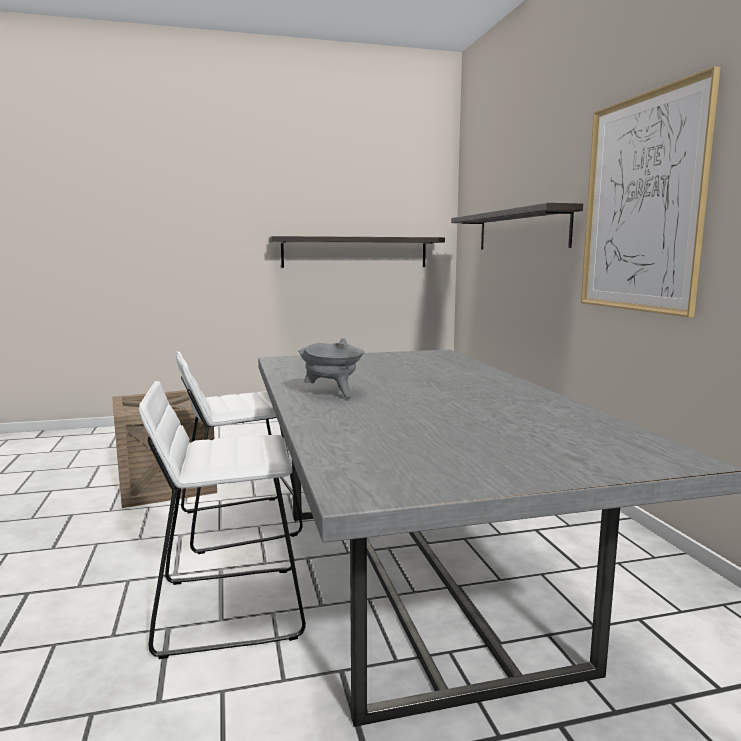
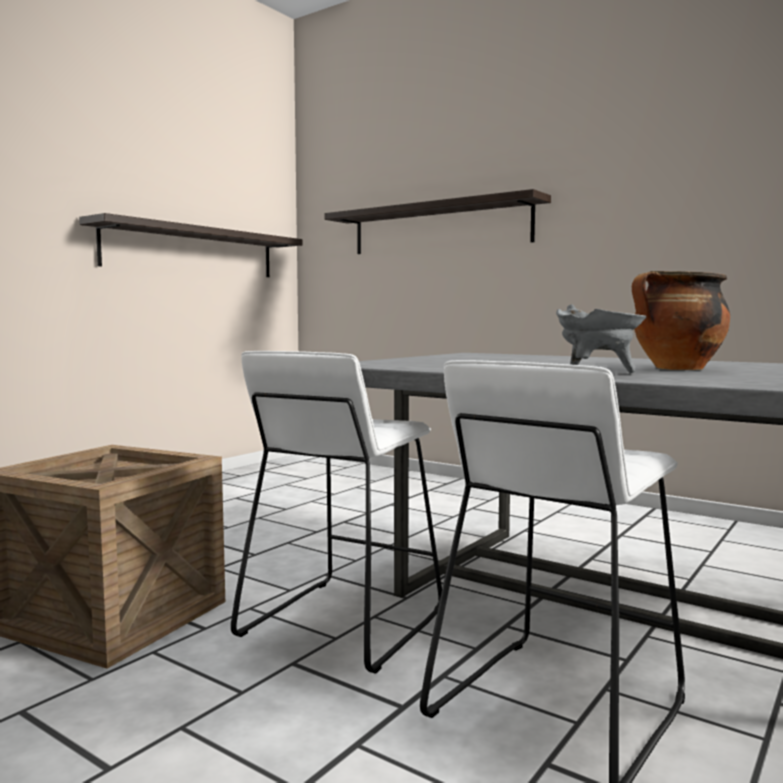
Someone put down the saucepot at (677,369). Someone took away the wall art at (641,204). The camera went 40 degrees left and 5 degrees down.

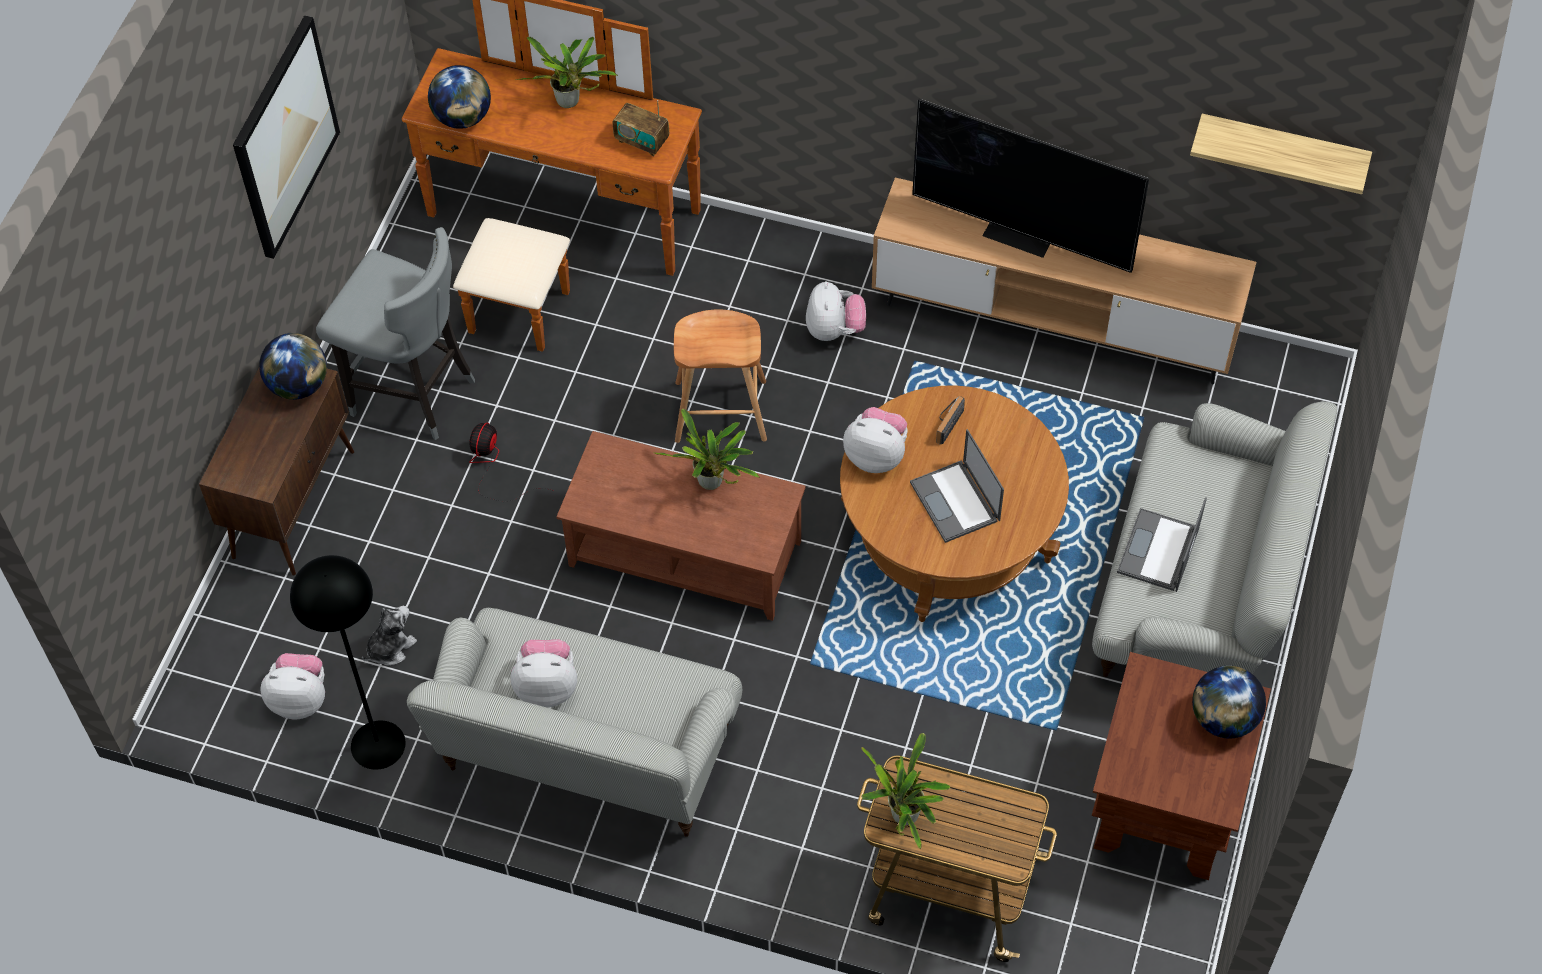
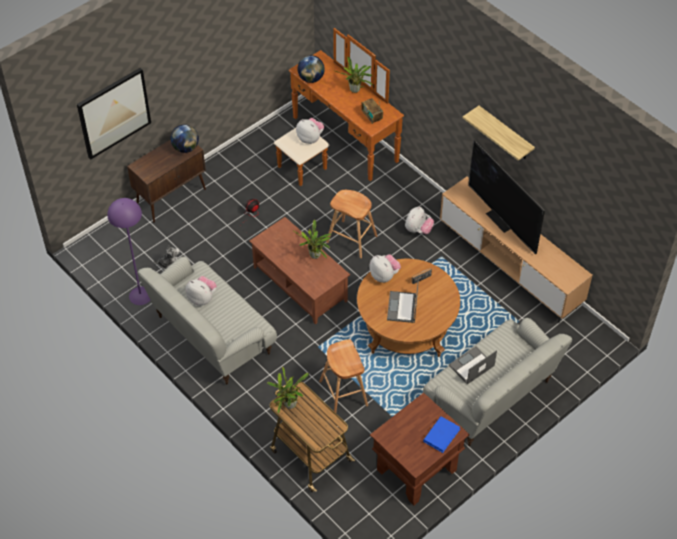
Someone carried the wall art from (284,137) to (114,112). Someone repainted the standard lamp/blackish at (377,745), which became the standard lamp/purplish at (140,295). Someone carried the soft toy from (300,699) to (310,138). Someone put down the stool seat/brown at (343,393). Someone swapped the desk globe at (1223,719) for the book/bluish at (441,435). Someone carried the bracket shelf from (1282,149) to (505,134). Someone took away the stool seat/greyish at (412,393). The camera went 30 degrees right and 5 degrees down.

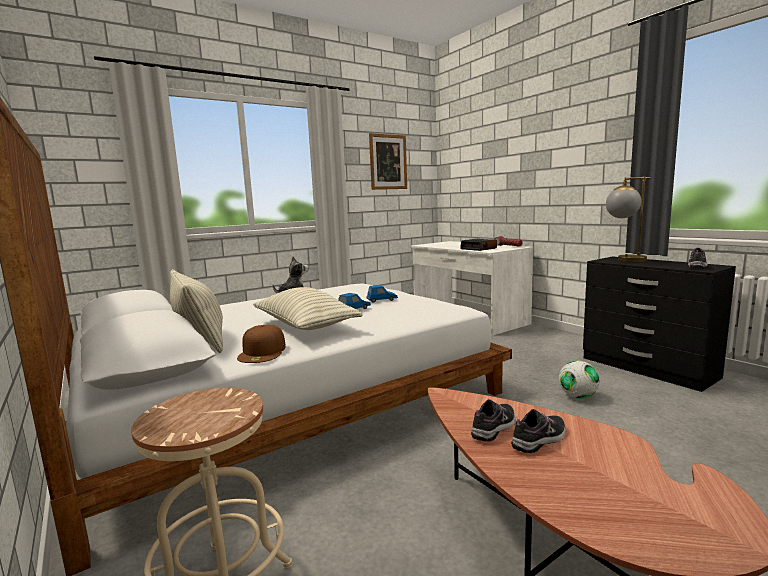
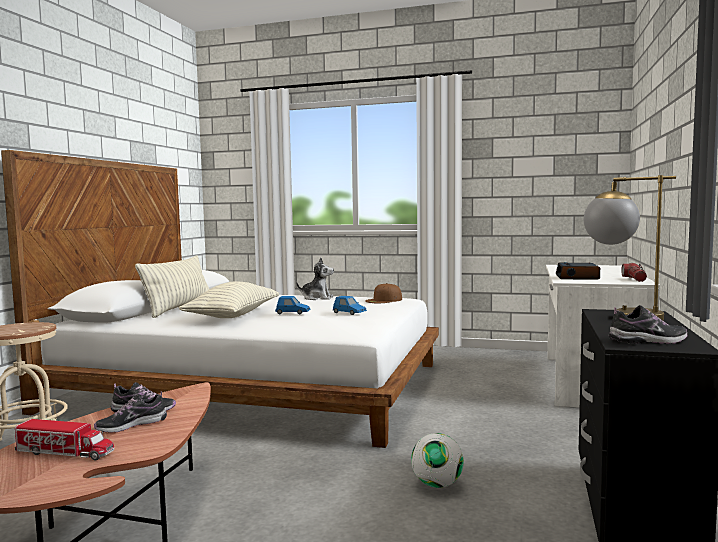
Someone put down the model truck at (65,452). Someone rotated the shoe at (540,439) by 135 degrees clockwise. Someone carried the cap/brown from (263,352) to (383,300). Someone took away the wall art at (388,162). The camera went 50 degrees right and 5 degrees down.

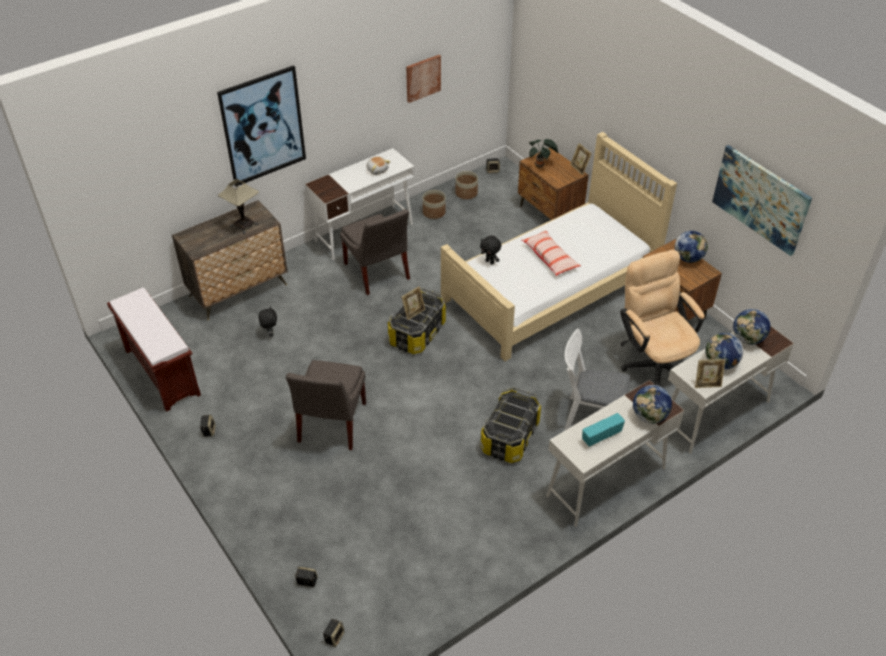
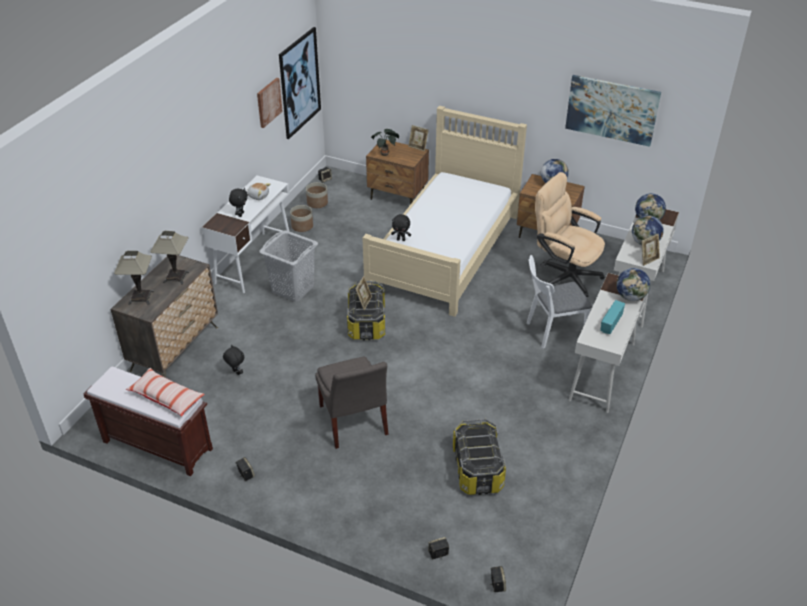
Someone put down the table lamp at (141,297). Someone carried the cushion from (550,258) to (166,397). Someone put down the soft toy/blackish at (240,214). Someone swapped the upright chair/greyish at (377,273) for the laundry basket/greyish at (293,289). Someone carried the wall art from (263,126) to (299,83). Someone carried the storage container from (510,437) to (478,469). The camera went 30 degrees left and 5 degrees down.

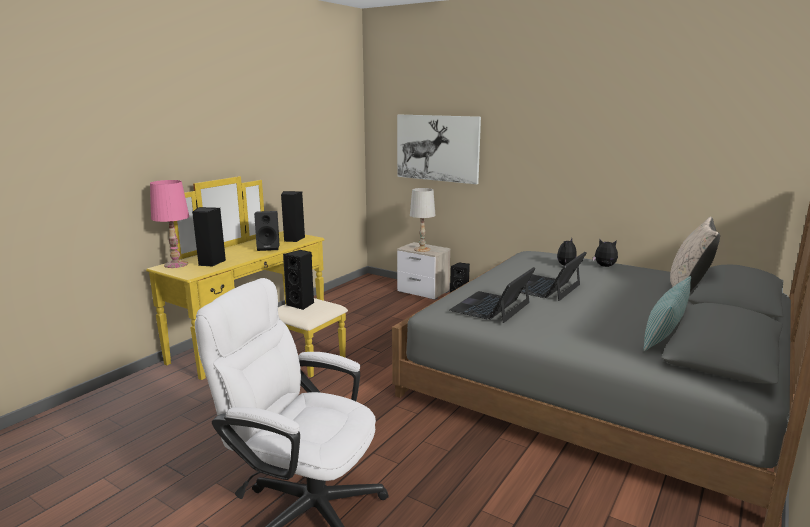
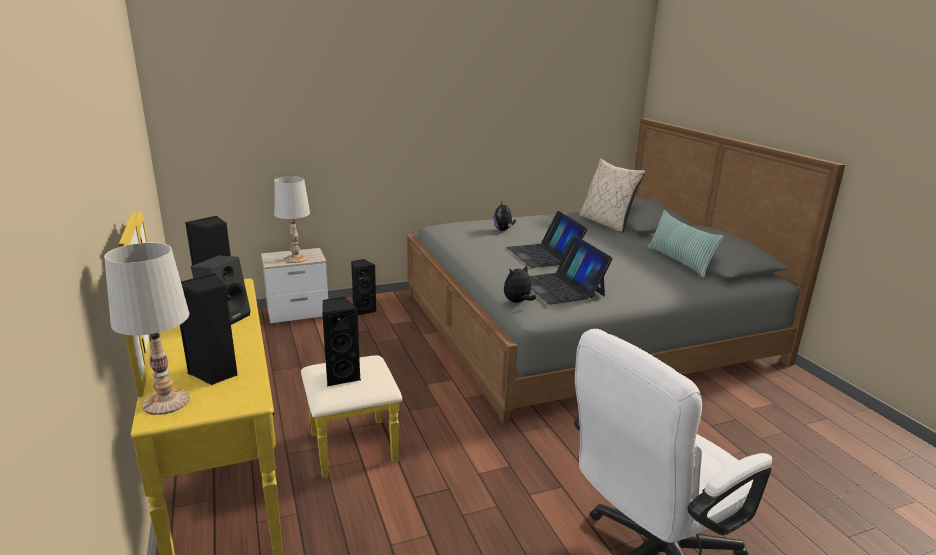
Someone repainted the table lamp/pink-coloured at (176,264), which became the table lamp/white-coloured at (166,402). Someone carried the soft toy from (605,266) to (518,302). Someone took away the wall art at (437,148). The camera went 55 degrees left and 5 degrees up.

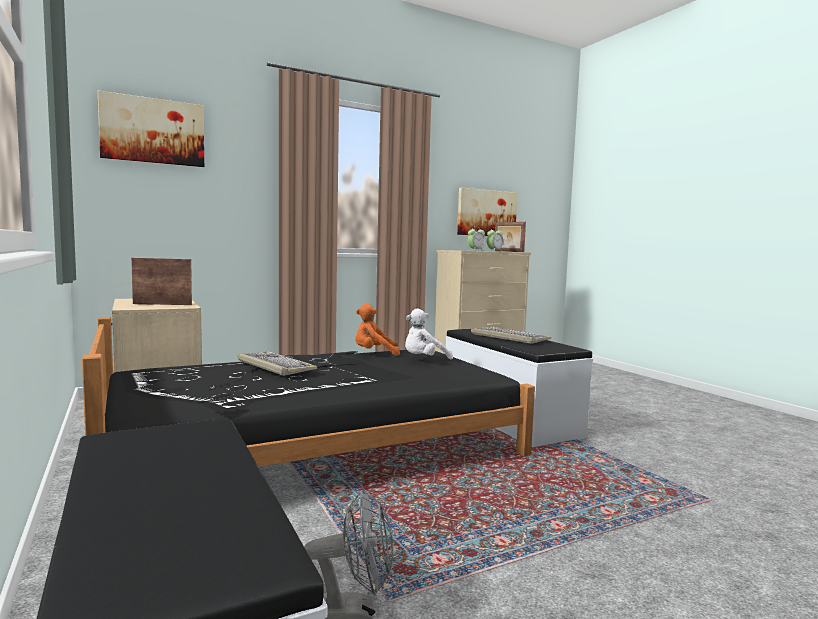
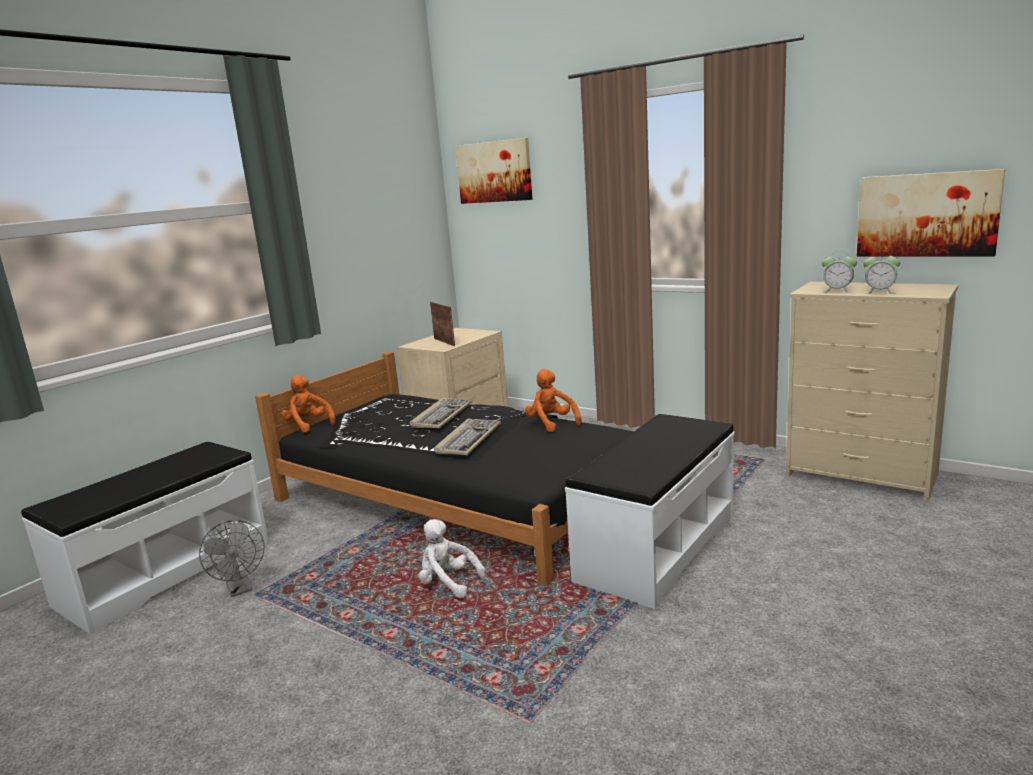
Someone put down the soft toy/orange-coloured at (308,425). Someone carried the soft toy/white-coloured from (424,360) to (448,583). Someone carried the keyboard from (508,337) to (468,439). Someone took away the picture frame at (508,251). The camera went 65 degrees right and 10 degrees up.

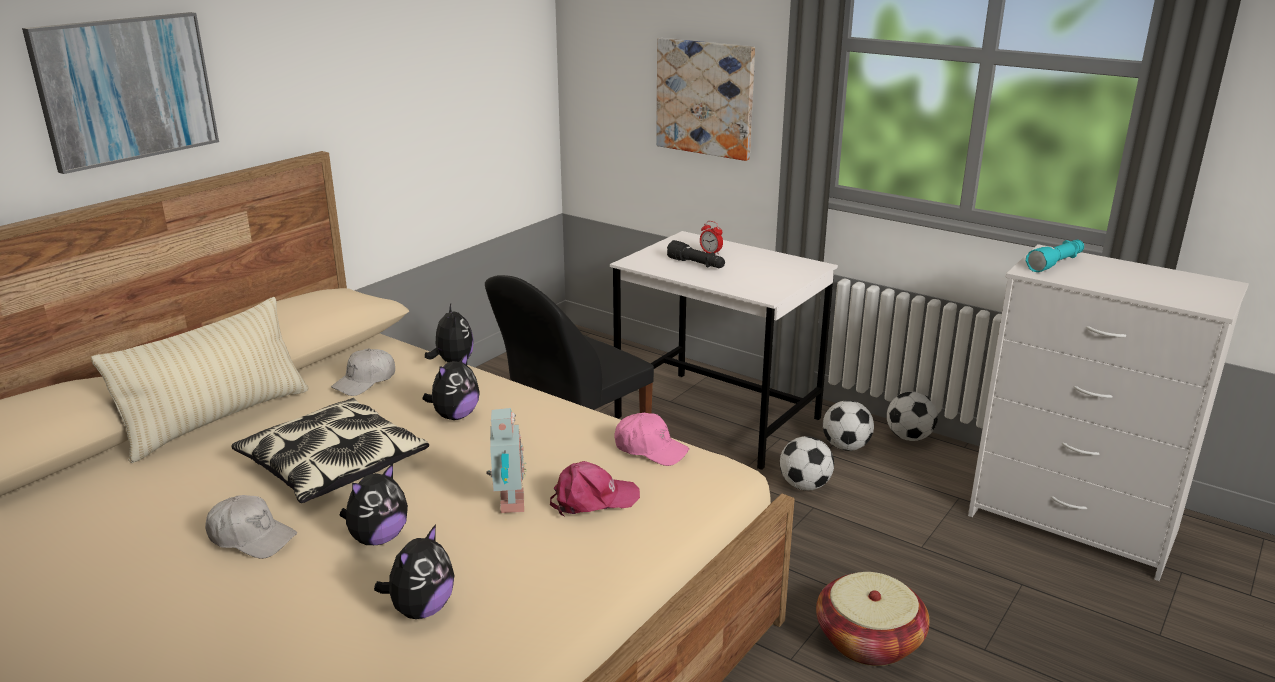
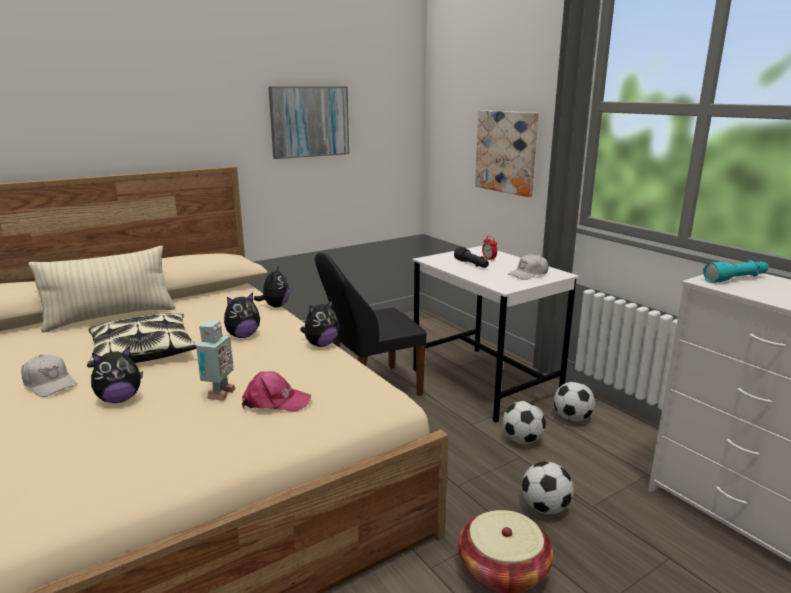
Someone carried the wall art from (126,89) to (309,121). Someone carried the soft toy from (421,609) to (321,344). Someone carried the cap/white-coloured from (365,381) to (528,274). Someone carried the ball for football from (909,437) to (545,508). Someone took away the cap/pink-coloured at (650,449). The camera went 20 degrees right and 5 degrees down.

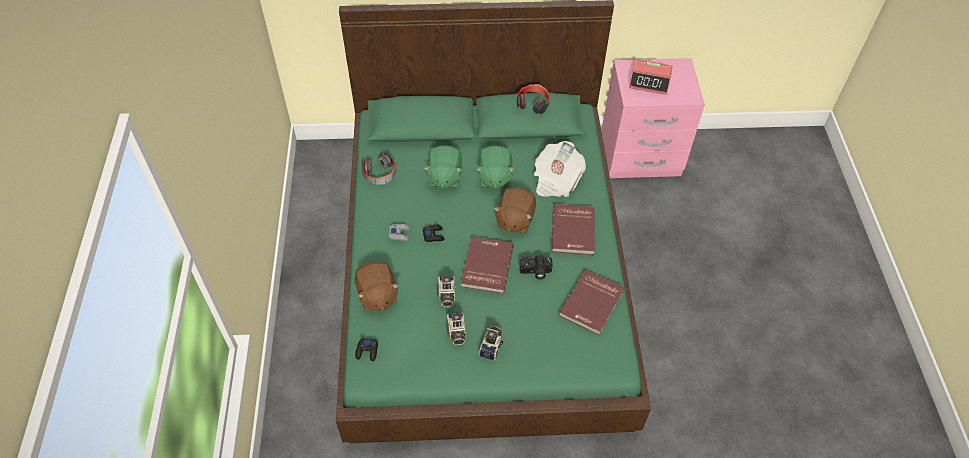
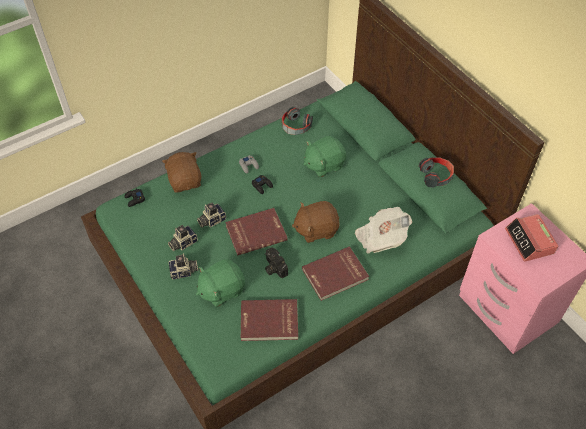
Someone rotated the soft toy/brown at (377,295) by 120 degrees clockwise. Someone carried the soft toy/green from (494,177) to (221,290). The camera went 60 degrees right and 0 degrees up.

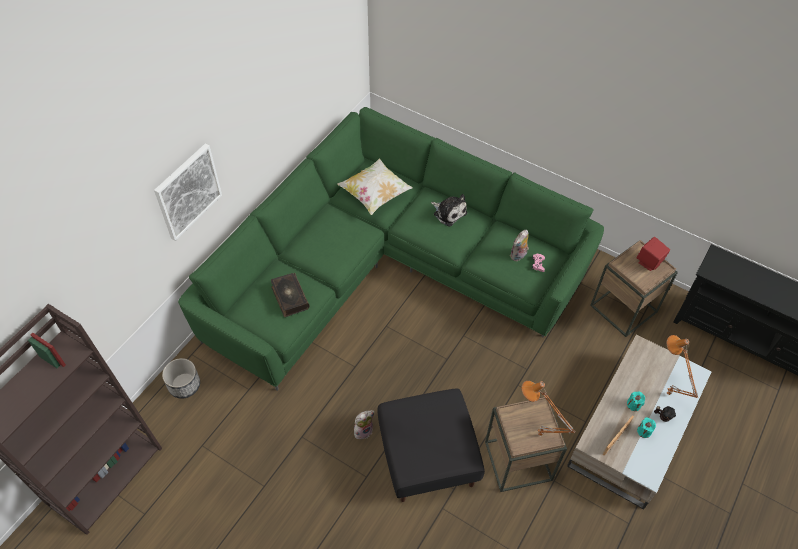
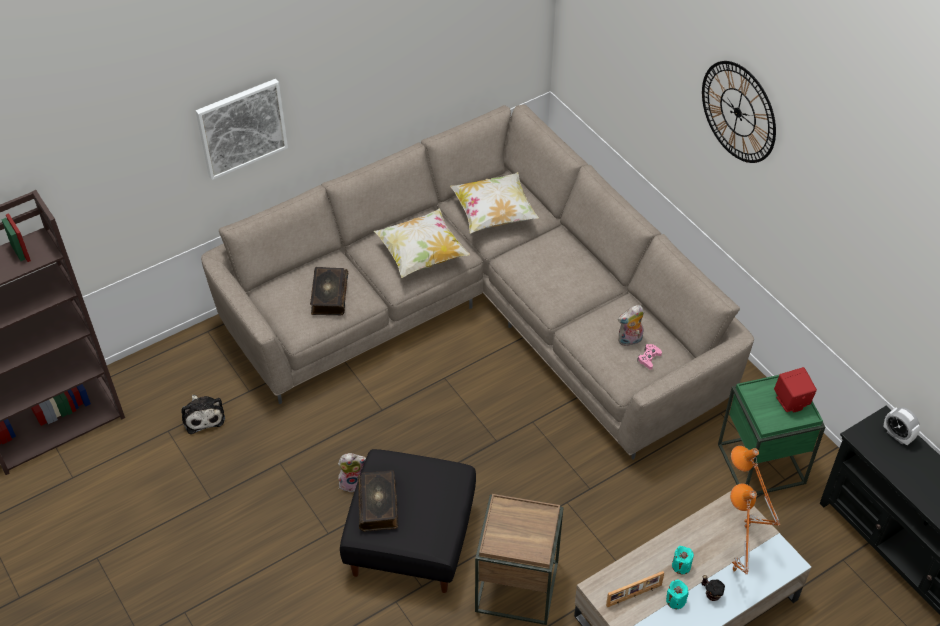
Someone carried the soft toy from (448,212) to (203,416). Someone repainted the settee/green at (387,268), which became the settee/sand-coloured at (482,313). Someone put down the book at (378,505). Someone put down the cushion at (421,255). Someone put up the wall clock at (738,112). Someone repainted the accent table/brown at (623,308), which became the accent table/green at (761,463). Someone carried the table lamp/orange-coloured from (538,436) to (744,529). Someone put down the table clock at (897,435). Someone took away the flower pot at (184,385). The camera went 25 degrees right and 5 degrees down.

